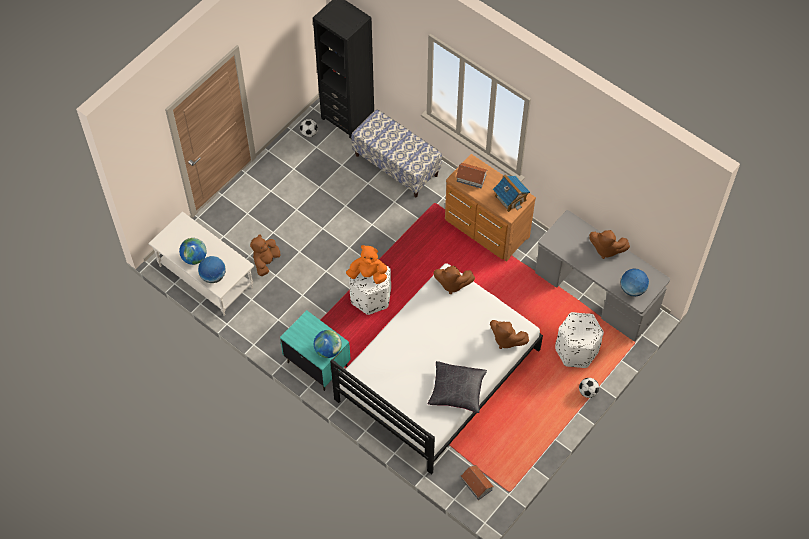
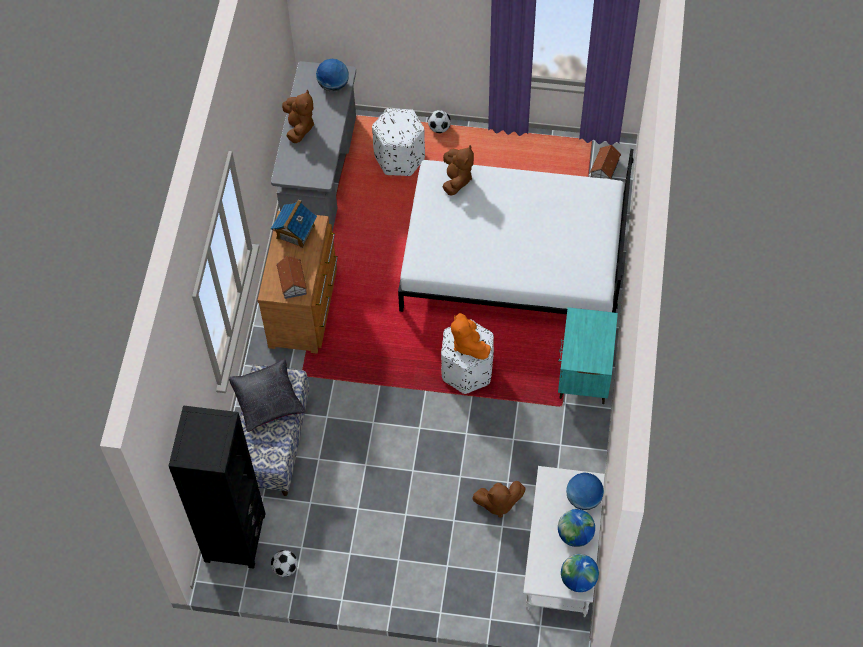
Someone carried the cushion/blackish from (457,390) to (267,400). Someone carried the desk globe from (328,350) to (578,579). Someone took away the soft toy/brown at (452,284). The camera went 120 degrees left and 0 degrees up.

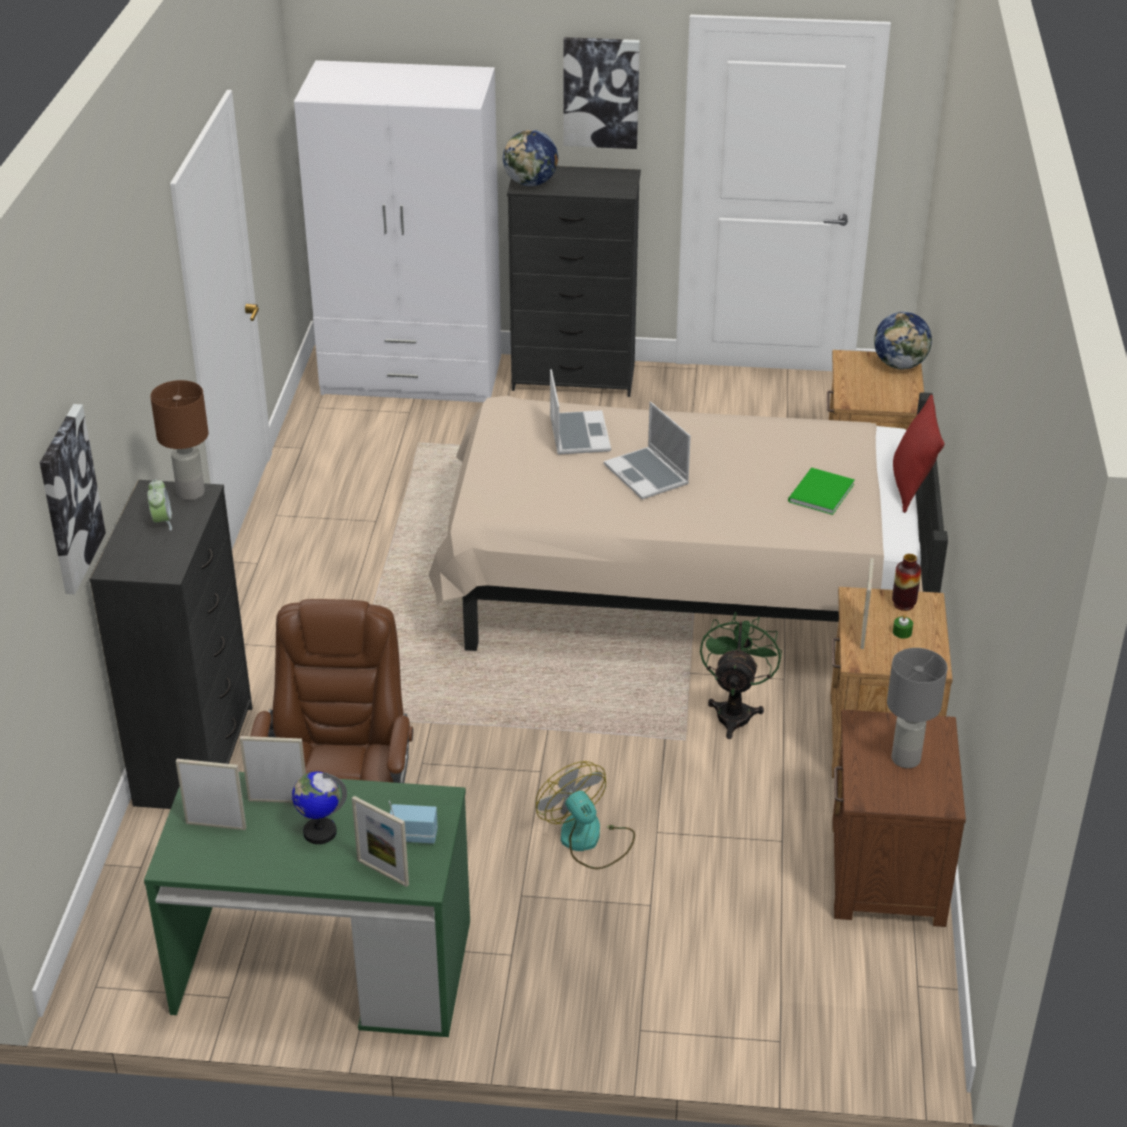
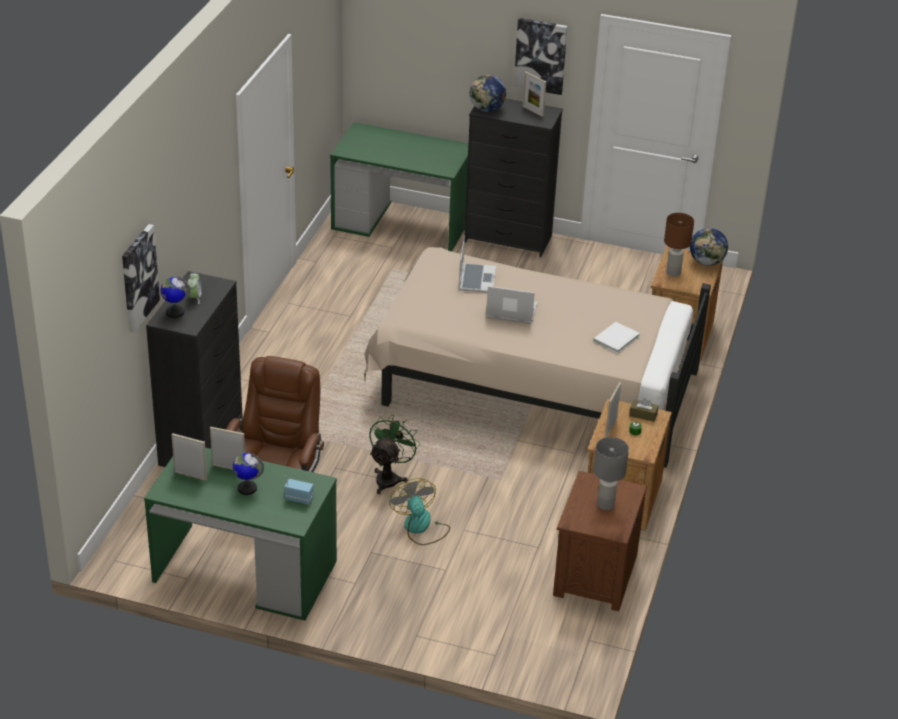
Someone put down the desk globe at (175,312). Someone swapped the wardrobe/white-coloured at (412,376) for the desk unit/green at (401,223). Someone carried the electric fan/green from (735,711) to (389,478). Someone rotated the portable computer at (648,475) by 120 degrees clockwise. Someone carried the picture frame from (383,872) to (532,111). Someone repainted the book/green at (819,493), which became the book/white-coloured at (614,339). Someone swapped the vase at (903,604) for the tissue box/brown at (643,415). Someone carried the table lamp/brown from (190,493) to (673,273). Someone took away the cushion/red at (911,487). The camera went 10 degrees right and 0 degrees up.

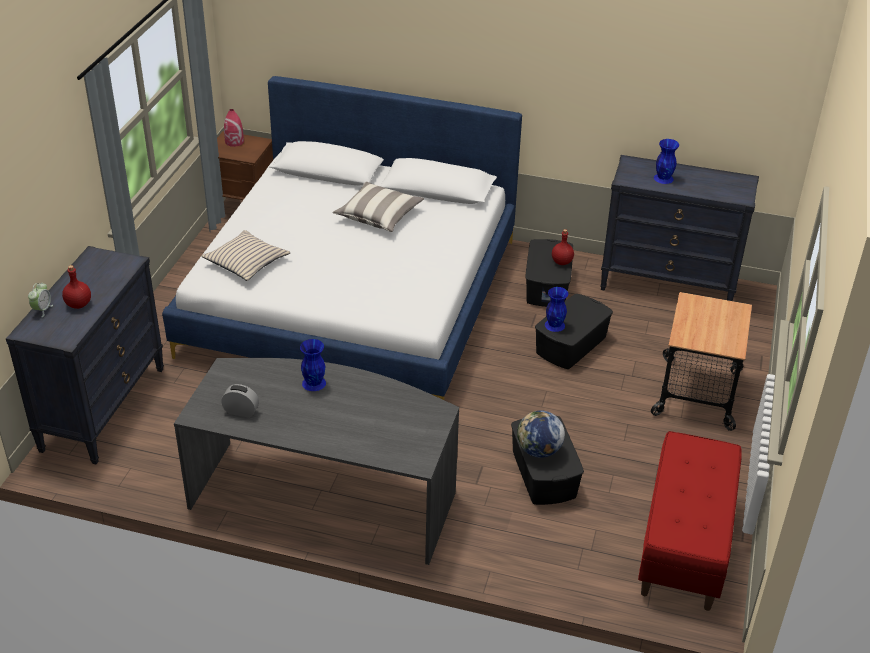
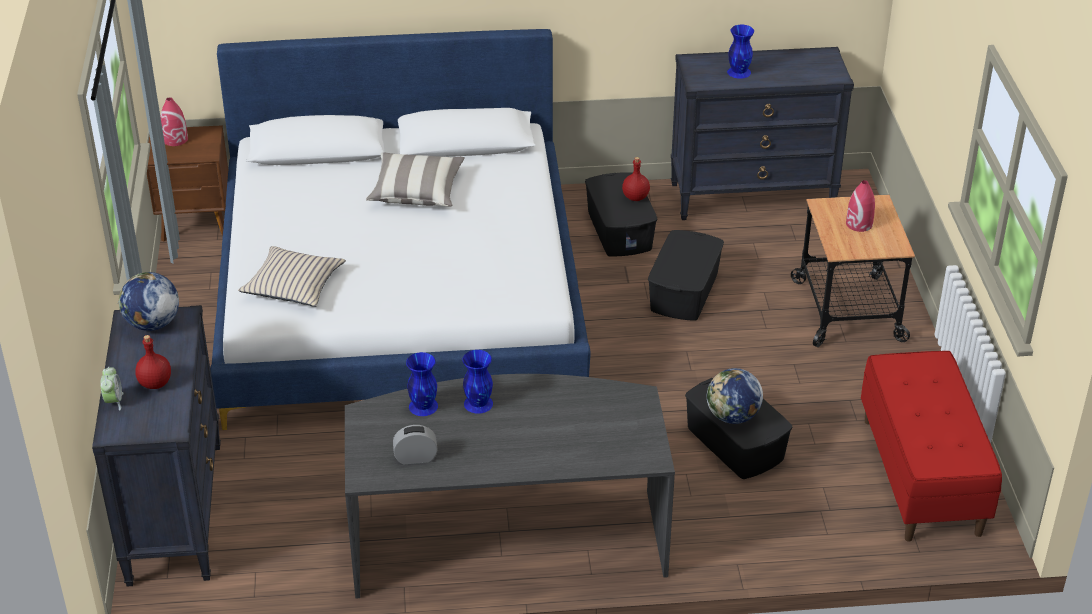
Someone put down the desk globe at (152,324). Someone carried the vase/bluish from (554,325) to (423,406). Someone put down the vase/red at (859,224). The camera went 20 degrees left and 0 degrees up.

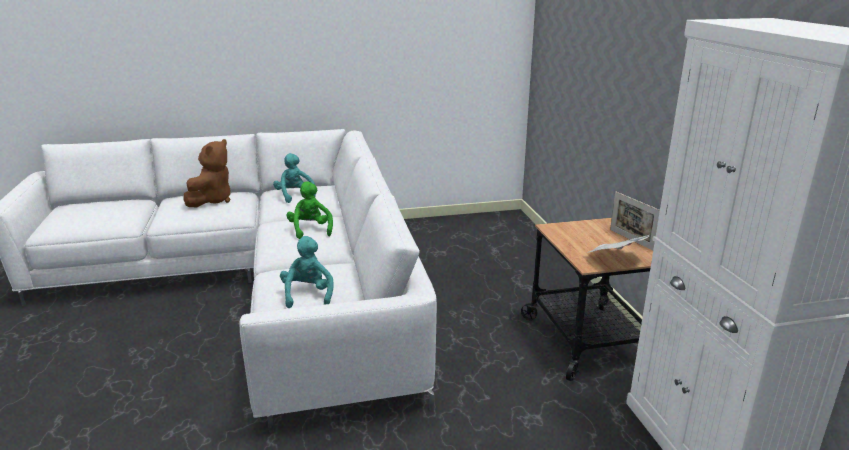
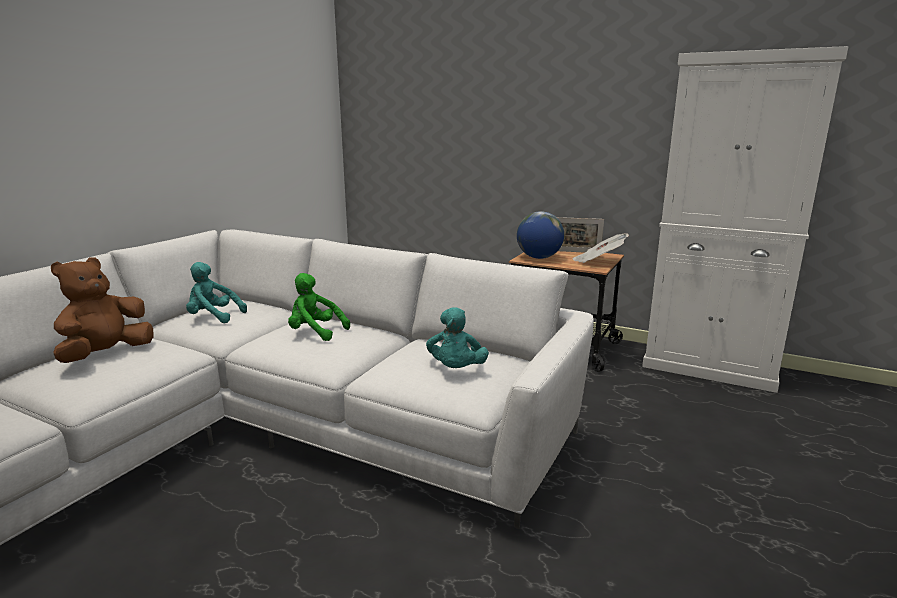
Someone rotated the soft toy/brown at (212,200) by 120 degrees counterclockwise. Someone rotated the soft toy/turquoise-coloured at (308,295) by 120 degrees counterclockwise. Someone put down the desk globe at (539,258). The camera went 50 degrees left and 5 degrees down.

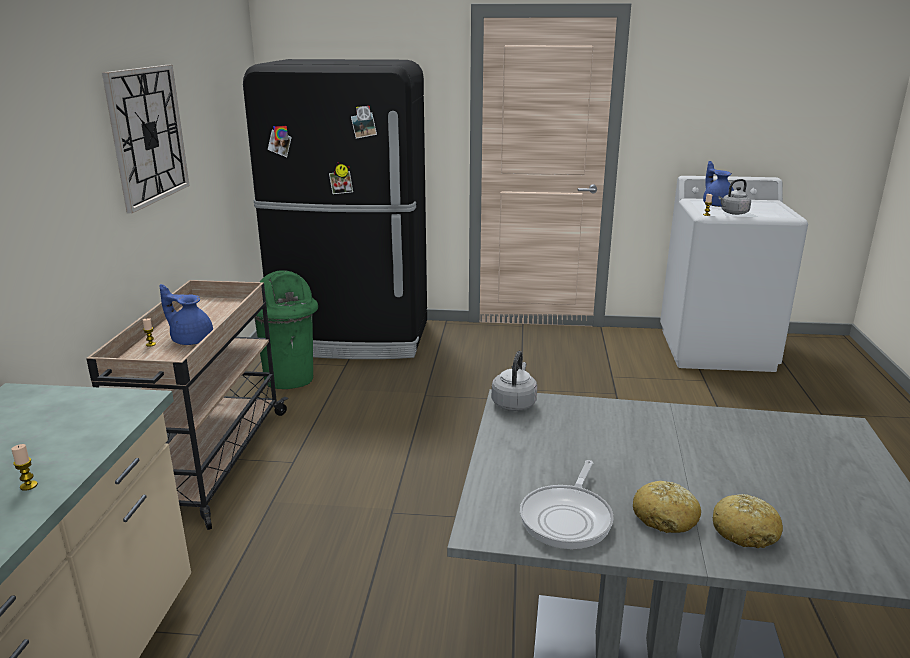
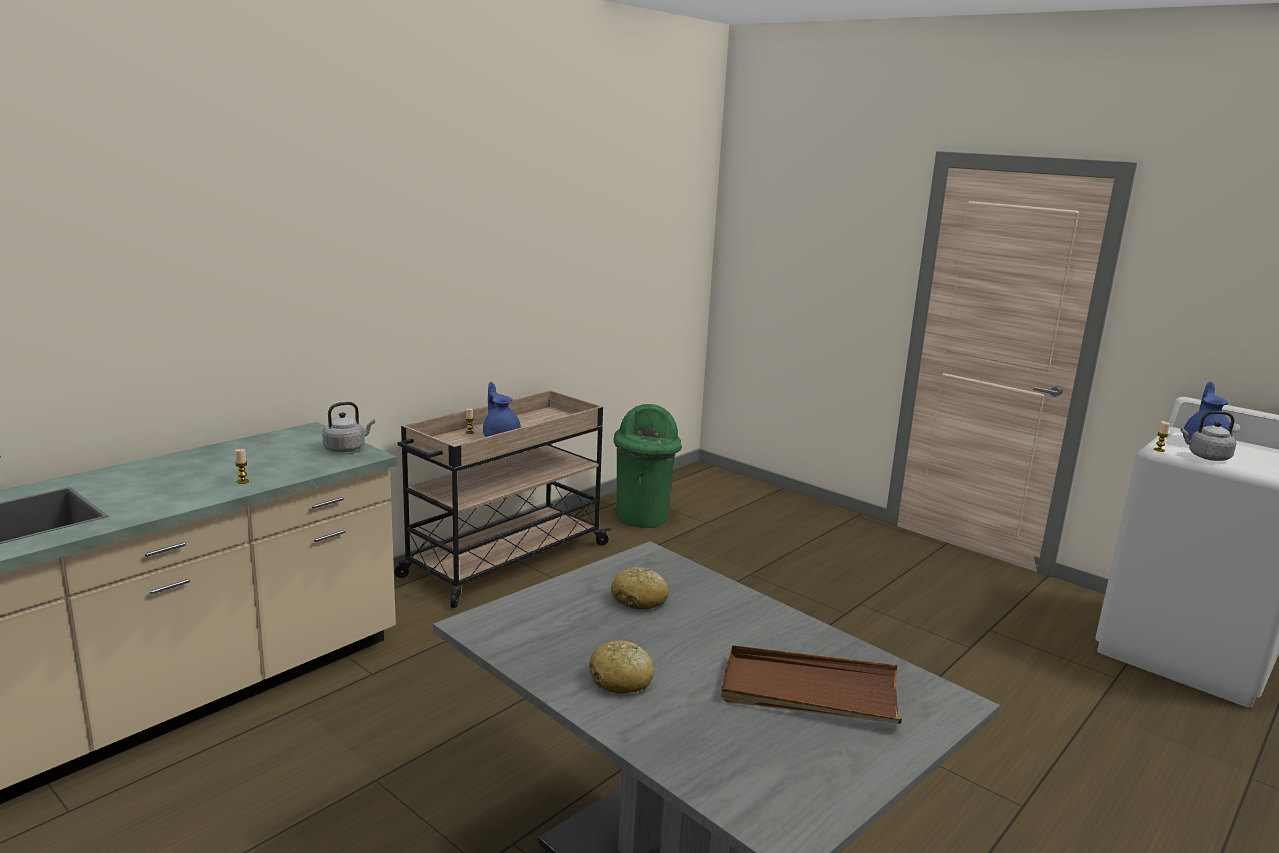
Someone carried the water kettle/greyish from (514,403) to (346,448). Someone carried the bakery bread from (745,532) to (639,599). Someone put down the tray/brown at (809,691). Someone took away the wall clock at (147,135). Someone took away the fridge/blackish at (351,337). Someone took away the pan at (568,518). The camera went 35 degrees right and 5 degrees down.

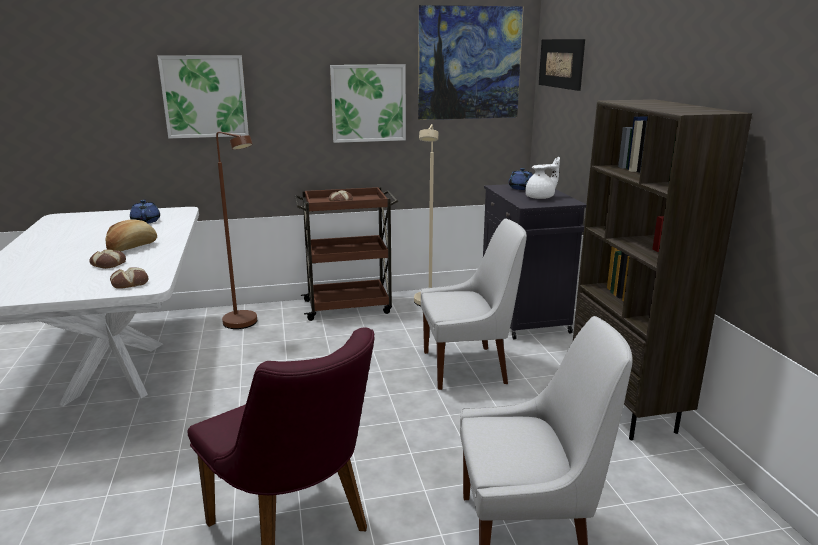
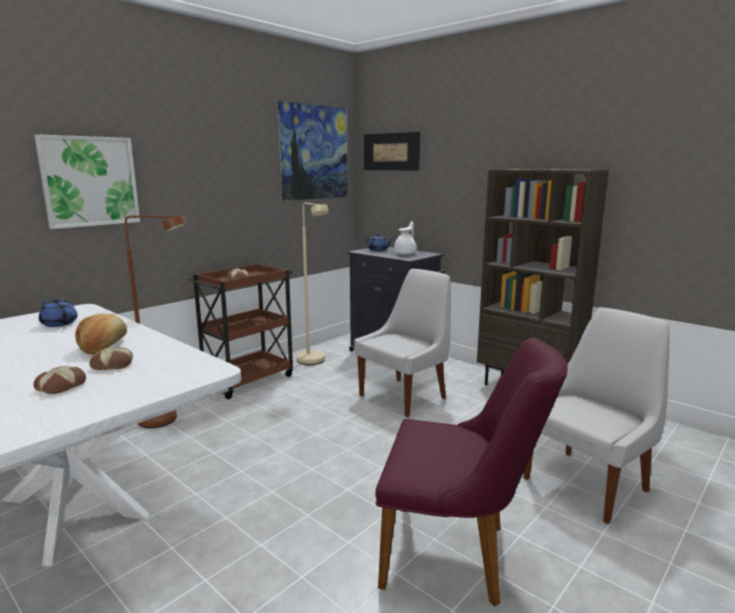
Someone carried the bakery bread from (130,283) to (60,386). Someone took away the wall art at (368,103). The camera went 35 degrees left and 5 degrees down.

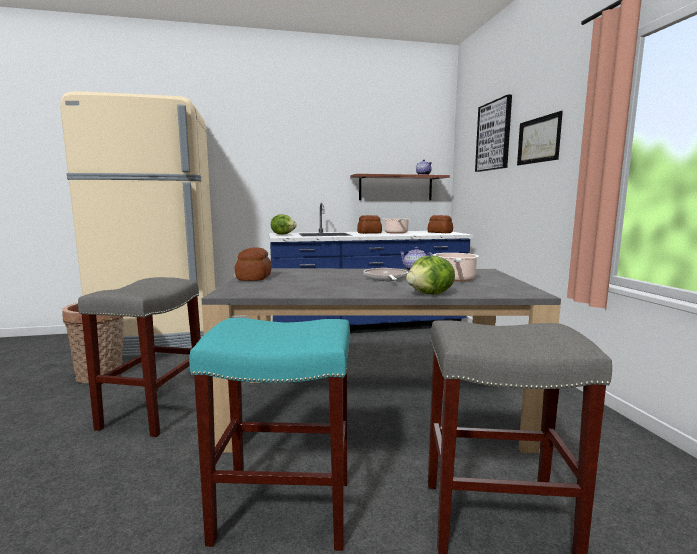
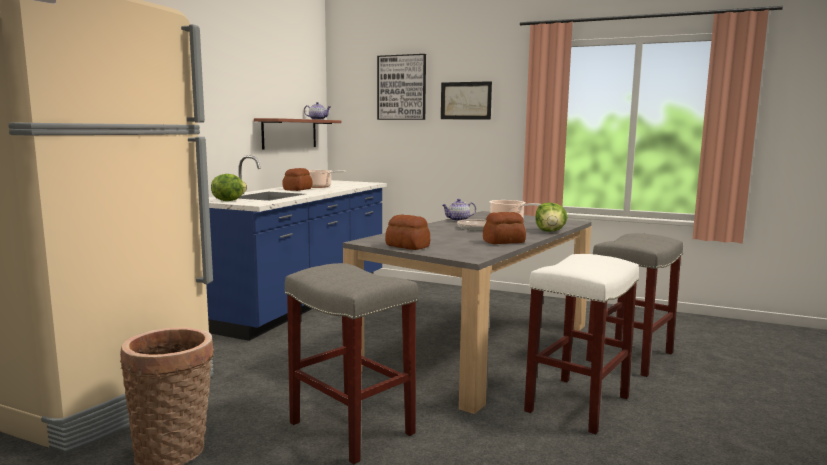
Someone carried the bakery bread from (440,232) to (504,242). Someone repainted the stool seat/turquoise-coloured at (281,511), which became the stool seat/white-coloured at (578,405). The camera went 55 degrees left and 0 degrees up.

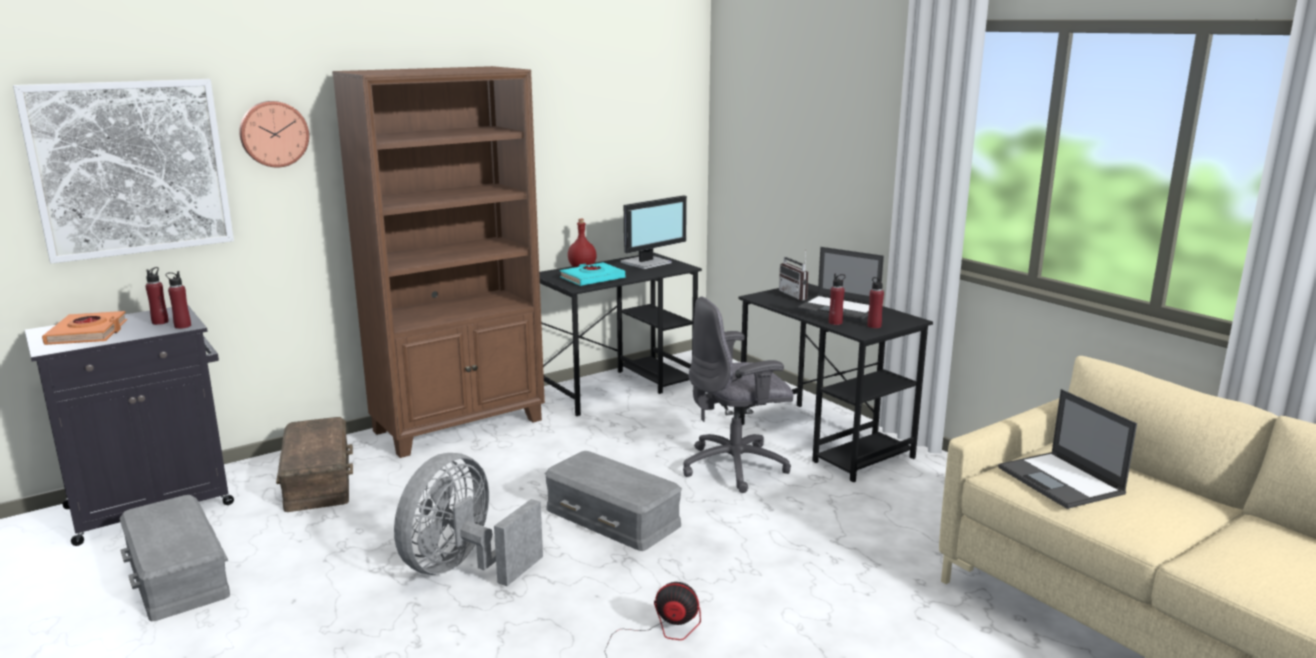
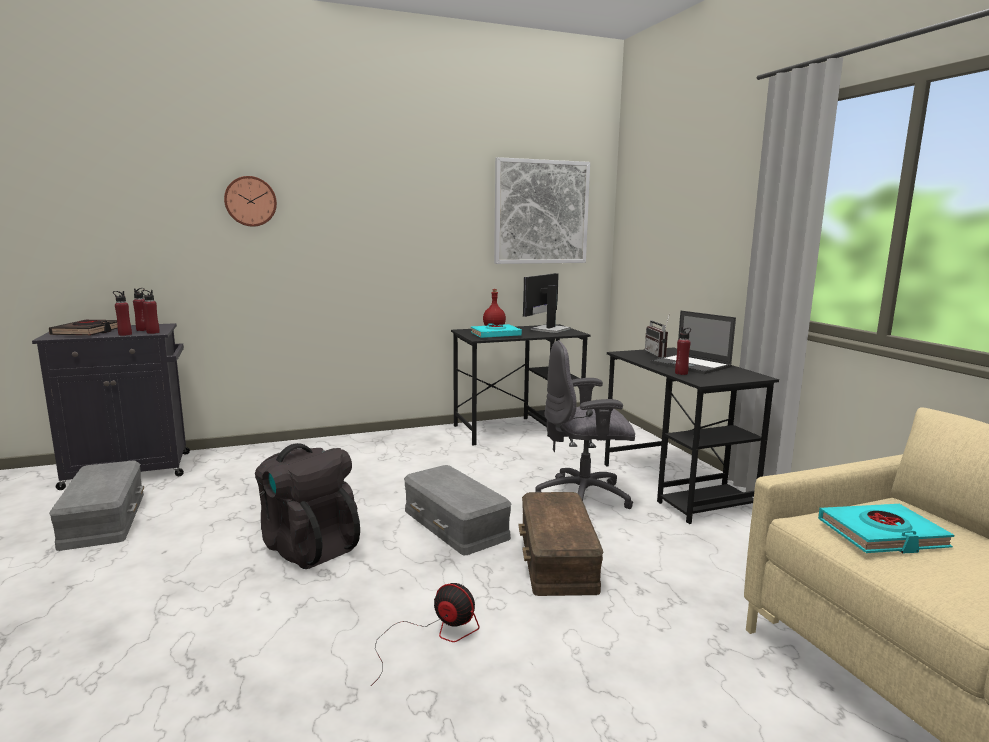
Someone repainted the book/orange-coloured at (88,333), which became the book/blackish at (88,332). Someone carried the bottle/red from (874,326) to (125,334). Someone swapped the electric fan/greyish at (463,568) for the knapsack/blackish at (308,546). Someone carried the wall art from (131,168) to (541,212). Someone carried the storage container/brown from (316,480) to (556,558). Someone rotated the computer display at (648,263) by 150 degrees clockwise. Someone swapped the portable computer at (1061,481) for the book/turquoise-coloured at (882,535). Someone took away the shelving unit/brown at (460,426). The camera went 15 degrees right and 5 degrees down.

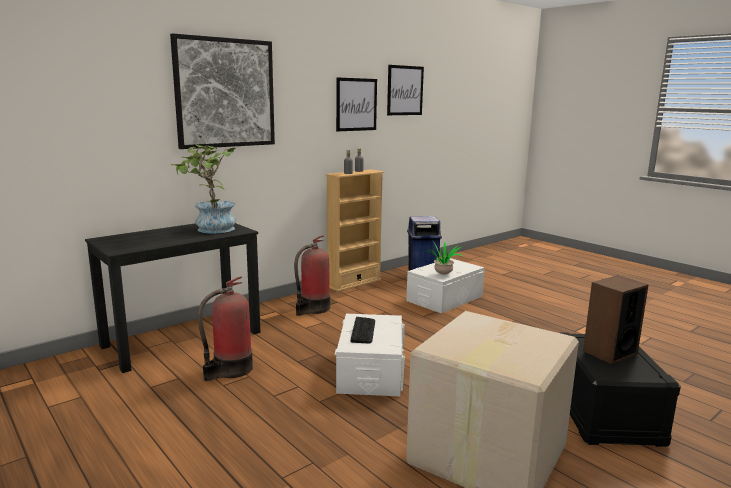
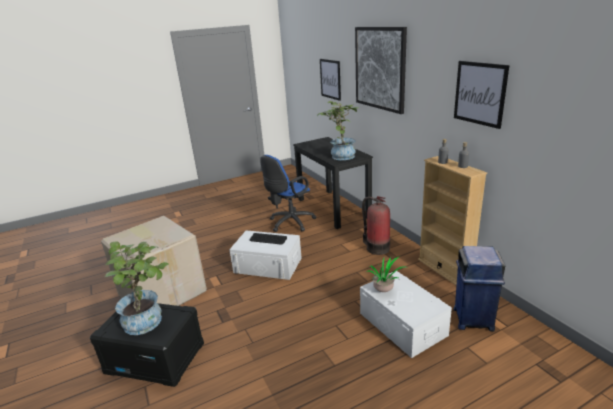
Someone swapped the speaker at (609,352) for the houseplant at (149,321). Someone swapped the fire extinguisher at (230,370) for the office chair/bluish at (289,223). Someone carried the wall art from (405,90) to (330,79). The camera went 105 degrees right and 10 degrees up.

